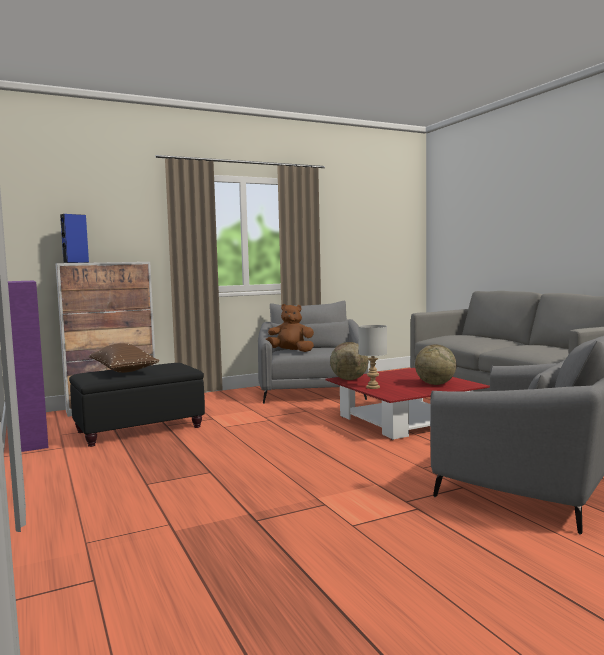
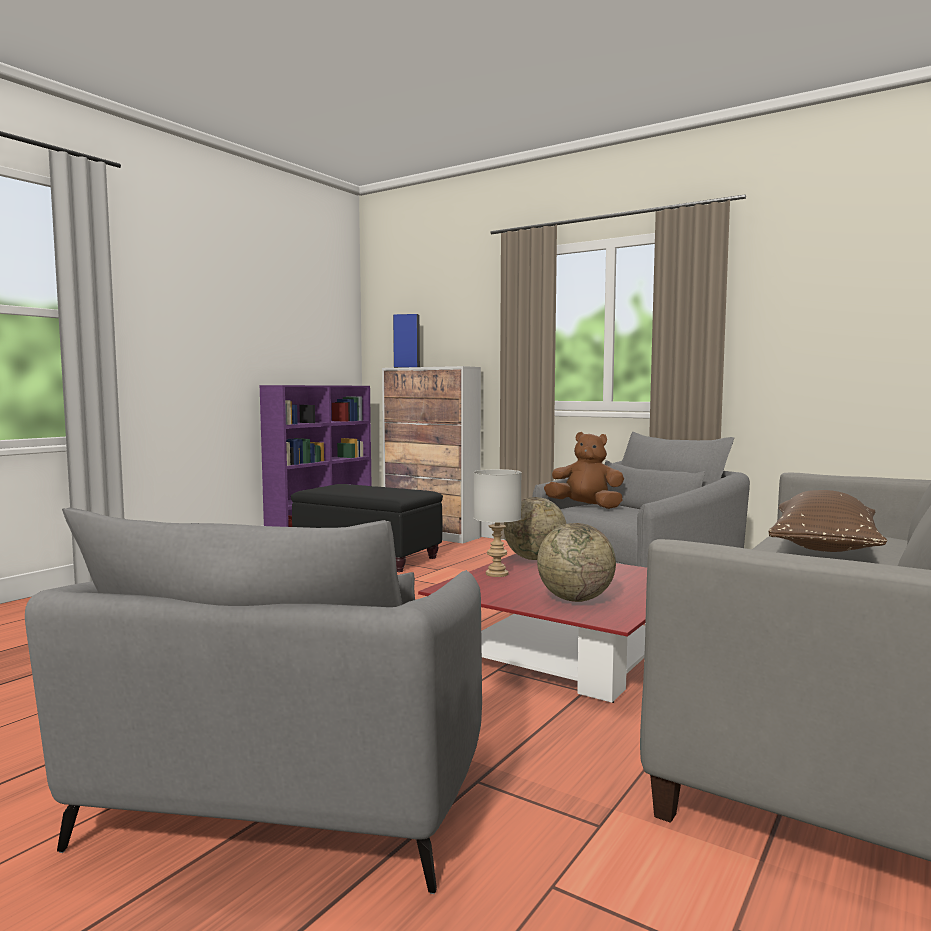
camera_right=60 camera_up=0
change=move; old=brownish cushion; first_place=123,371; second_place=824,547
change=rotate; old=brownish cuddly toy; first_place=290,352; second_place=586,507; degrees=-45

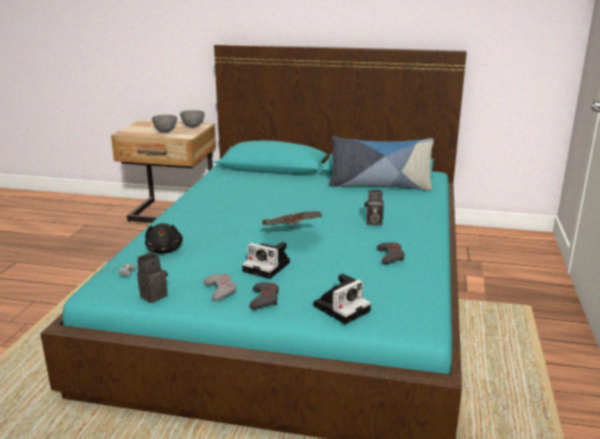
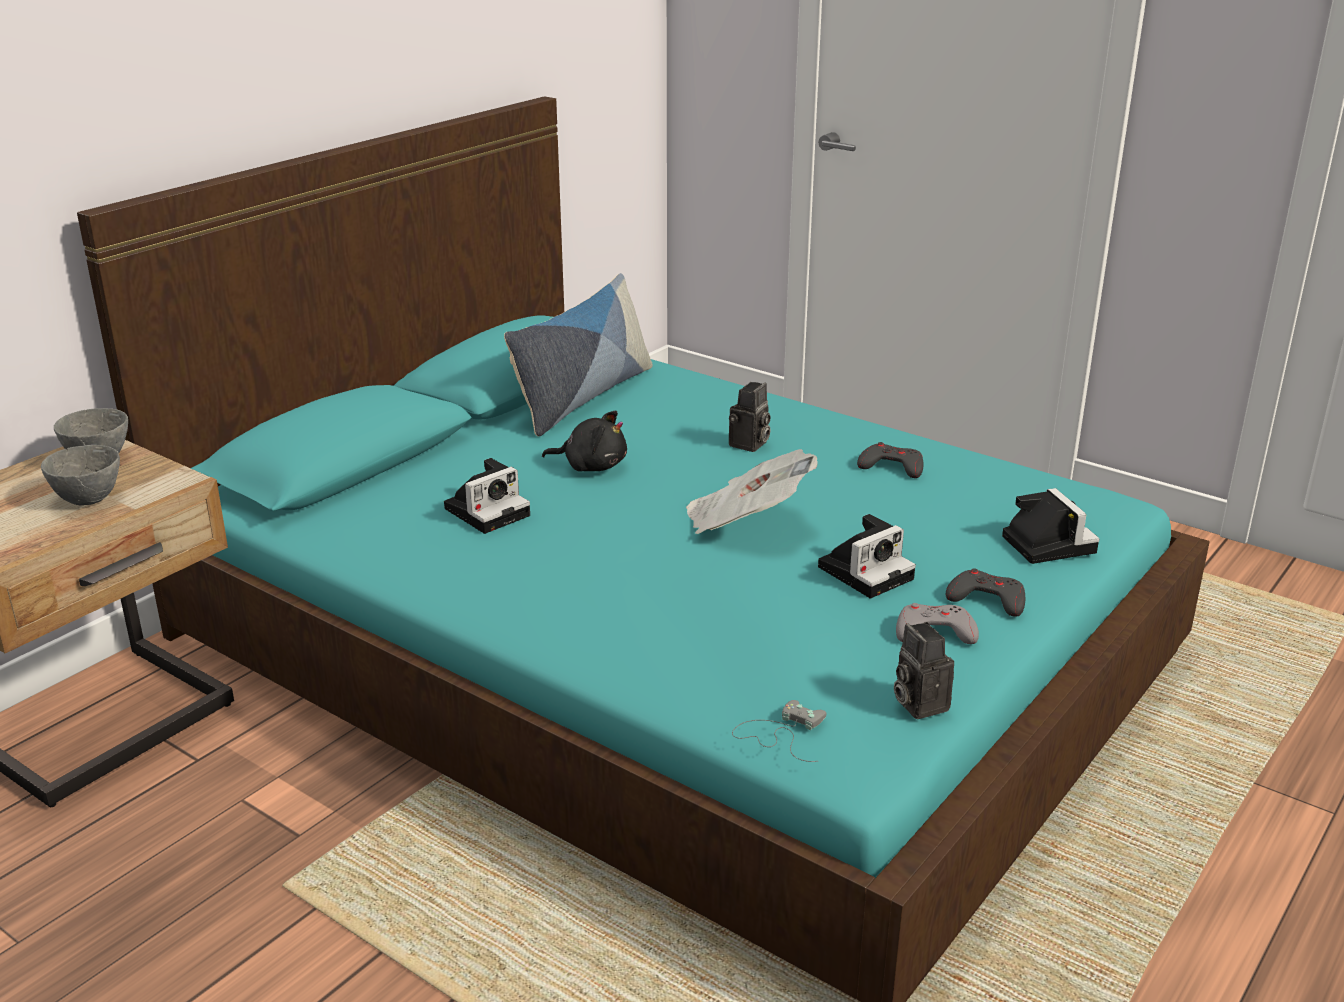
camera_right=-65 camera_up=5
change=insert; new=photo camera; second_place=489,510
change=move; old=black-coloured cuddly toy; first_place=165,250; second_place=591,466

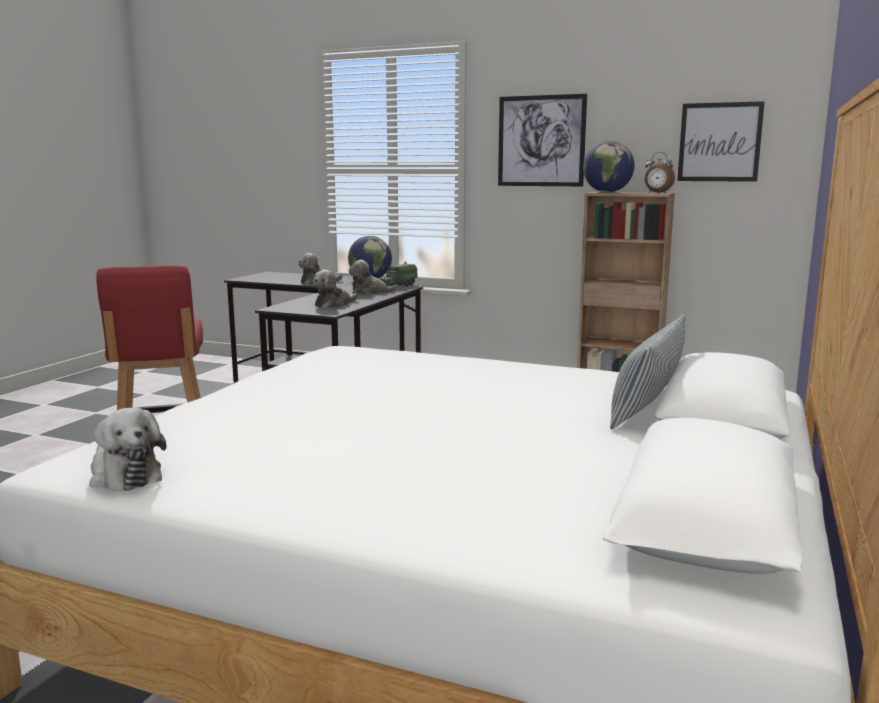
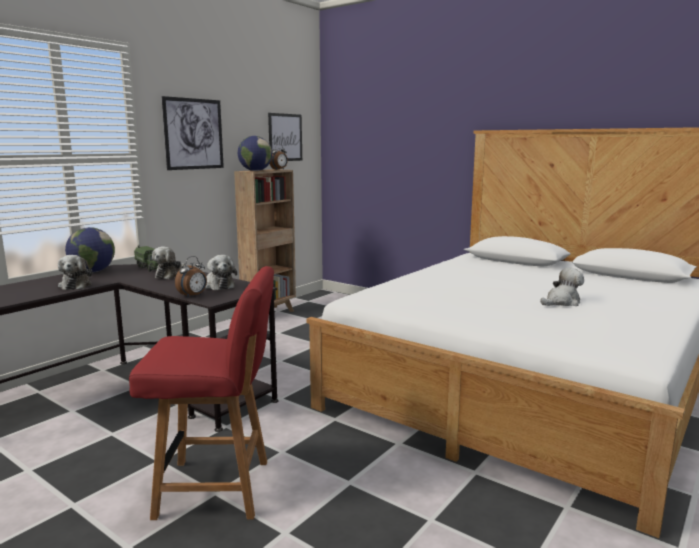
camera_right=-75 camera_up=0
change=delete; old=cushion; first_place=647,406
change=insert; new=bedside clock; second_place=193,296
change=move; old=cuddly toy; first_place=124,475; second_place=562,302

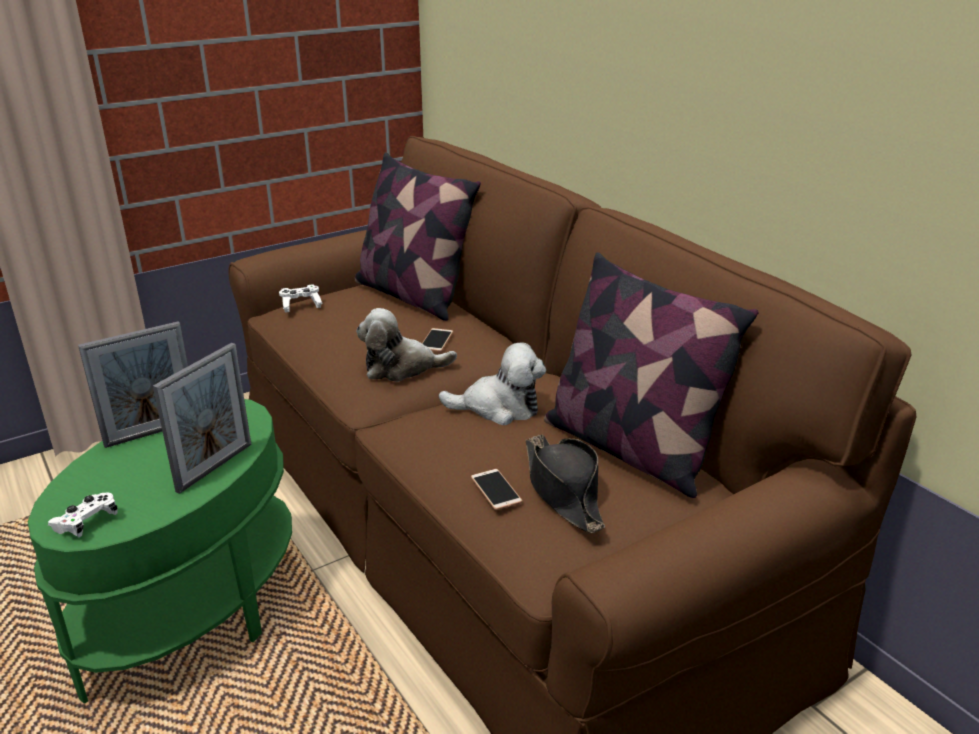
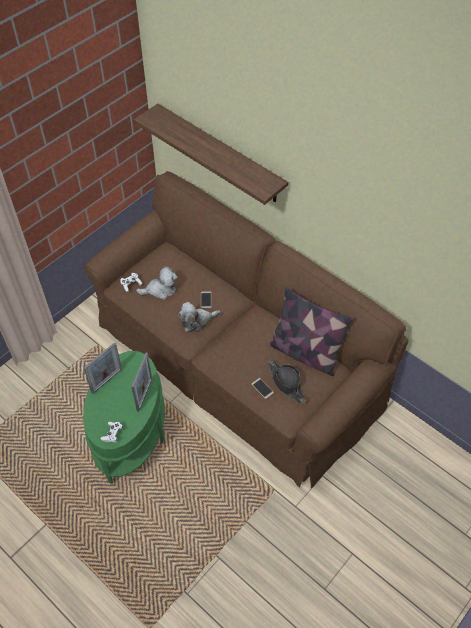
camera_right=-15 camera_up=25
change=delete; old=cushion; first_place=412,295
change=insert; new=wall shelf; second_place=220,154
change=move; old=cuddly toy; first_place=499,408; second_place=160,290

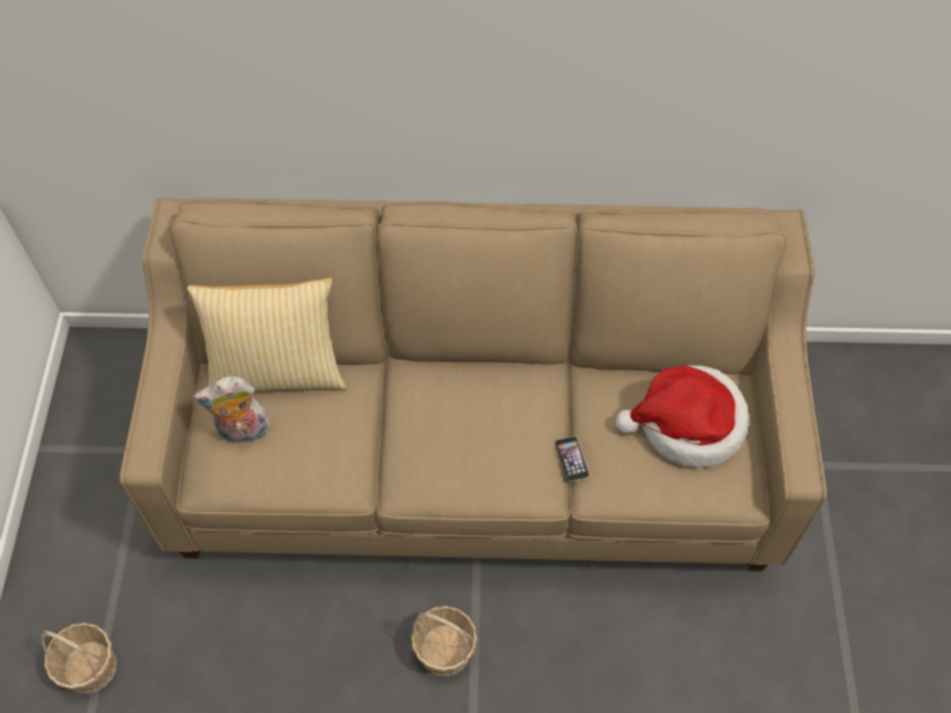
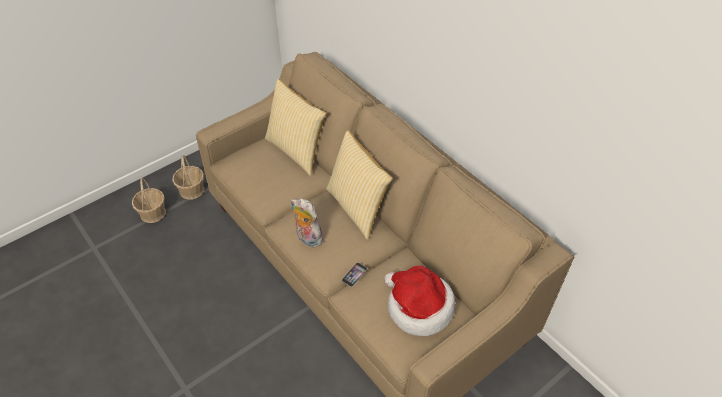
camera_right=50 camera_up=-10
change=insert; new=cushion; second_place=358,208
change=move; old=cuddly toy; first_place=242,432; second_place=307,238
change=move; old=basket; first_place=444,649; second_place=192,190

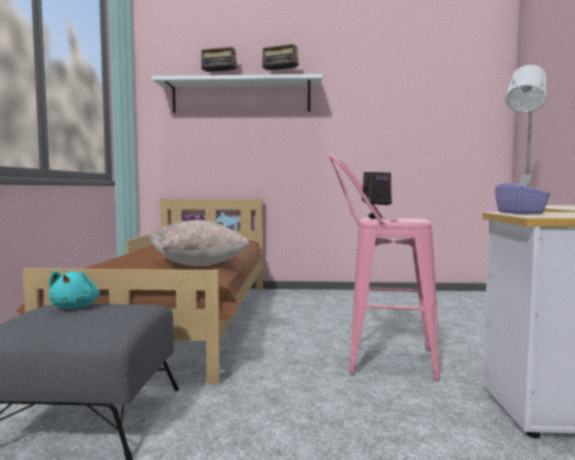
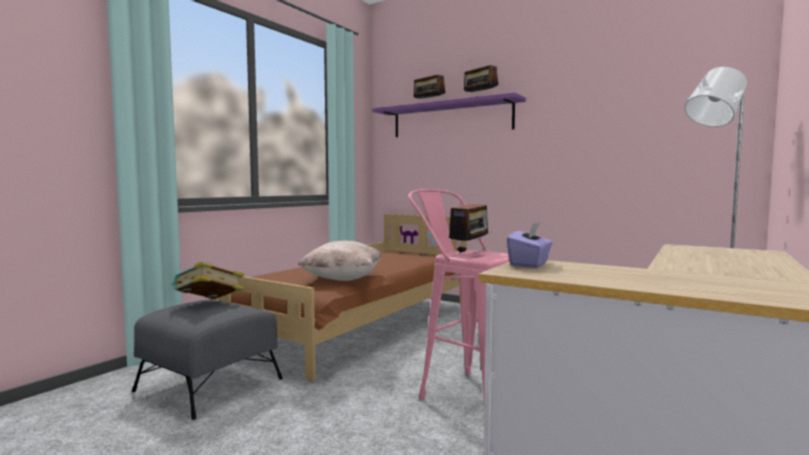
camera_right=30 camera_up=0
change=replace; old=turquoise cuddly toy; new=book; first_place=76,307; second_place=209,304
change=recolor; old=white-coloured wall shelf; new=purple-coloured wall shelf; first_place=241,97; second_place=451,119

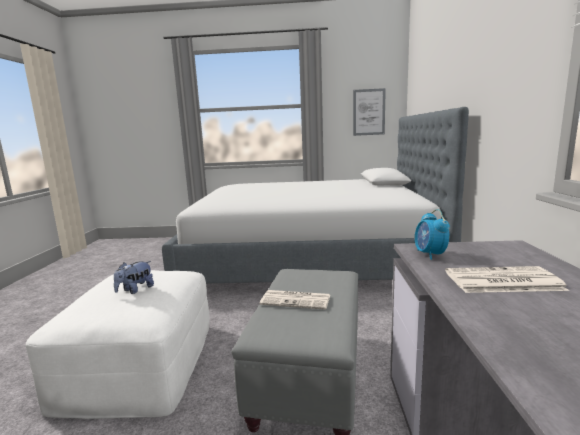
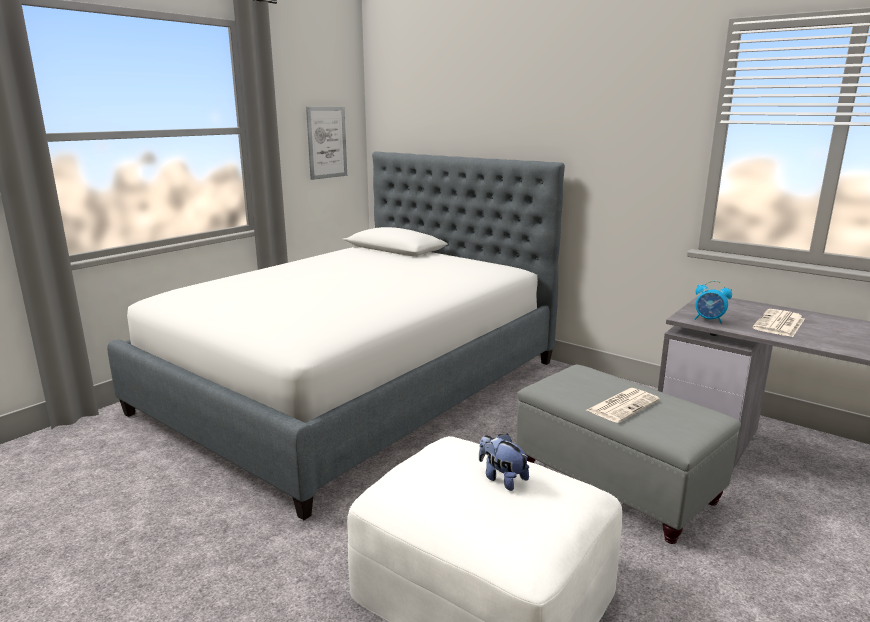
camera_right=-55 camera_up=5
change=rotate; old=cuddly toy; first_place=135,290; second_place=502,478; degrees=150

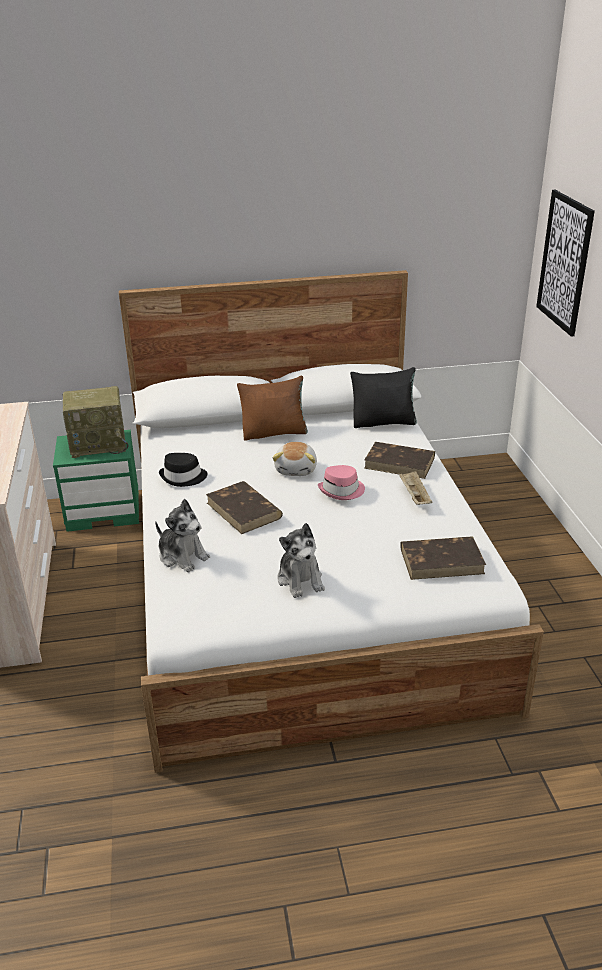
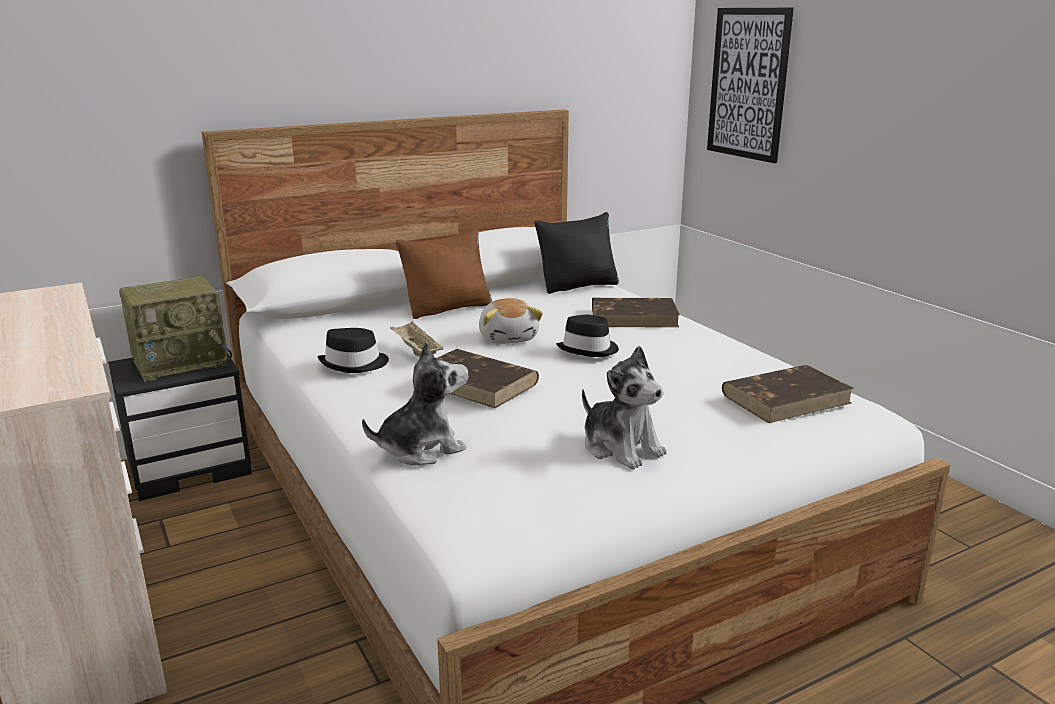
camera_right=-20 camera_up=-10
change=move; old=beige carrying tray; first_place=414,496; second_place=416,351
change=recolor; old=green-coloured bedside table; new=black-coloured bedside table; first_place=104,511; second_place=191,467
change=recolor; old=pink hat; new=black-coloured hat; first_place=342,490; second_place=589,349
change=rotate; old=cuddly toy; first_place=183,556; second_place=421,449; degrees=-45

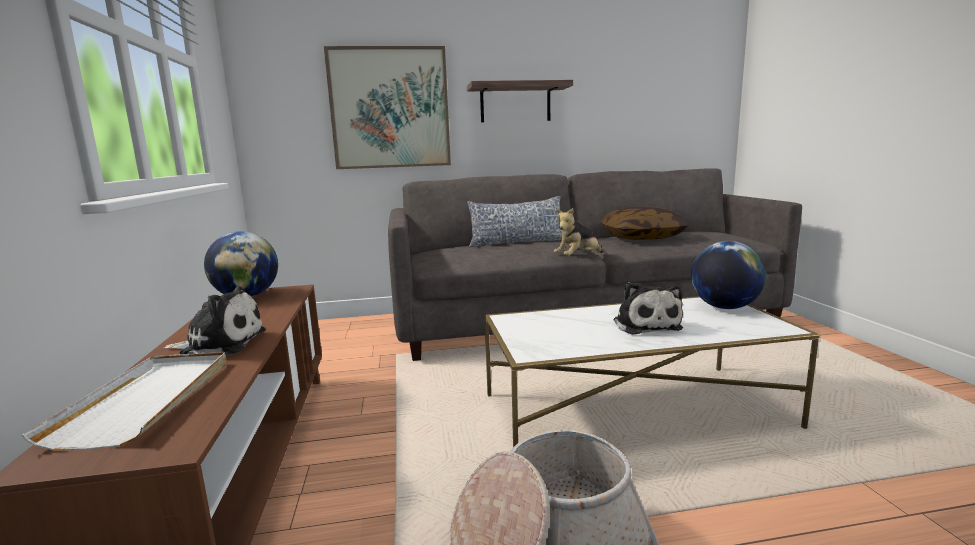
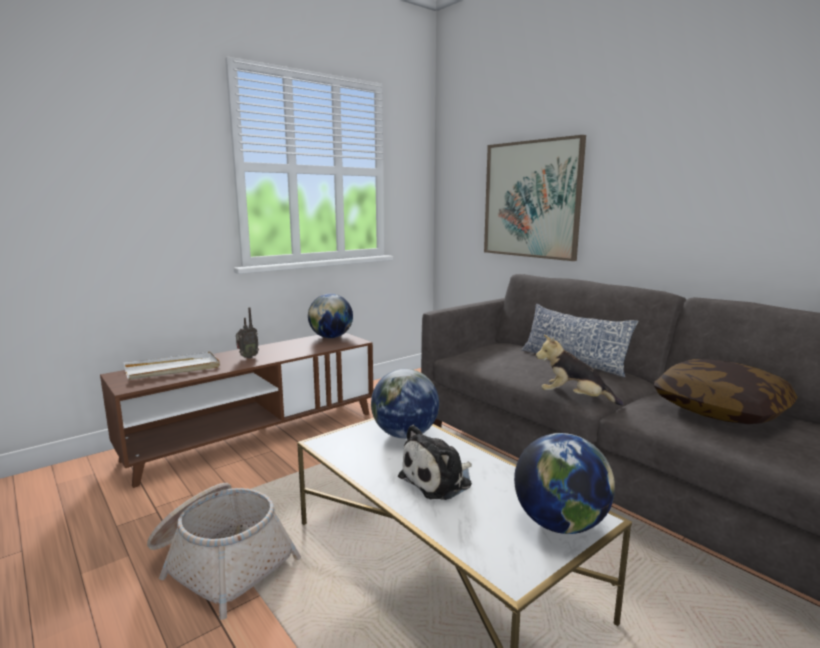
camera_right=60 camera_up=0
change=delete; old=wall shelf; first_place=515,103
change=insert; new=world globe; second_place=404,435
change=replace; old=cuddly toy; new=radio receiver; first_place=220,343; second_place=247,357

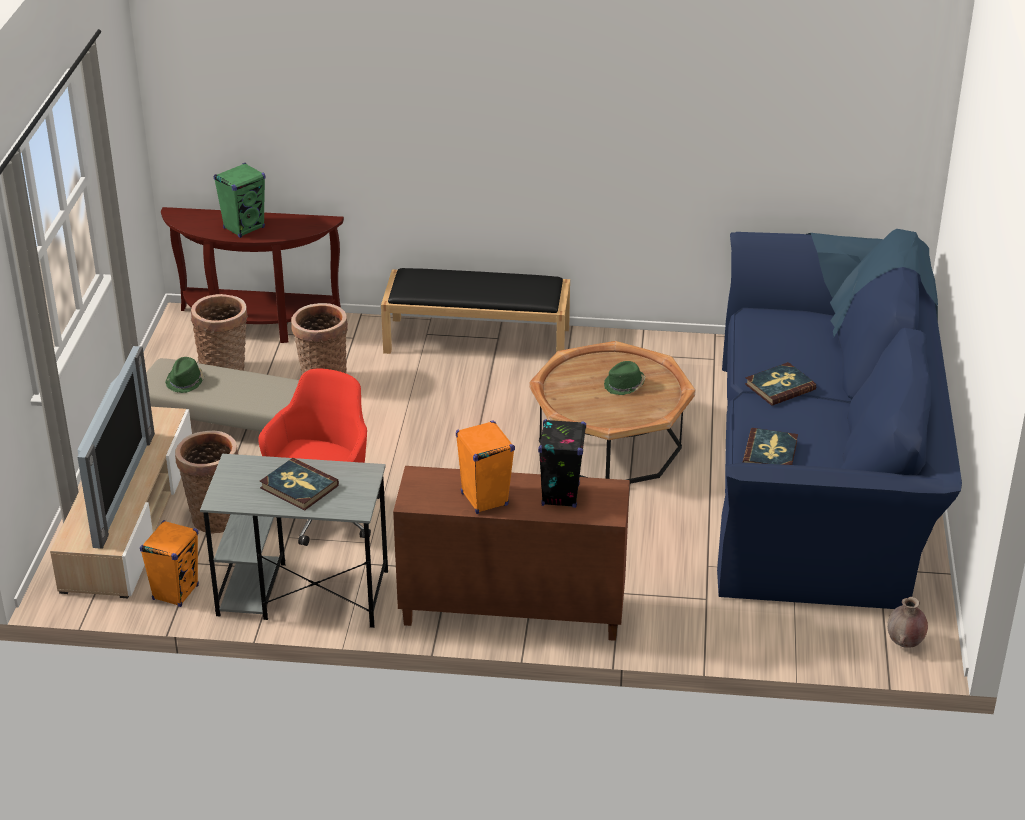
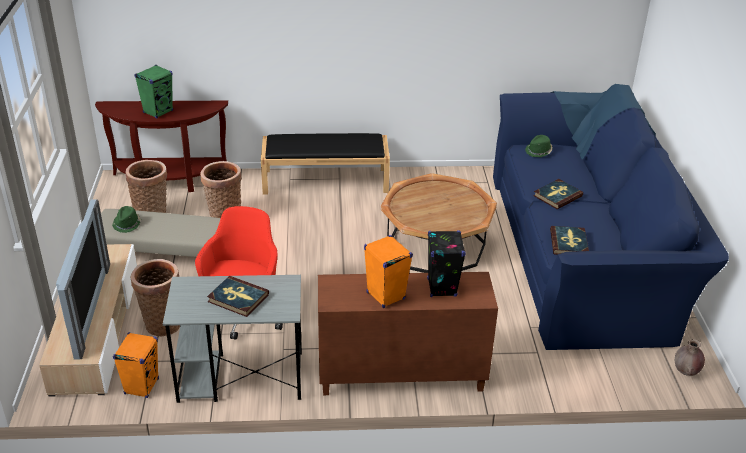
camera_right=-10 camera_up=0
change=move; old=green-coloured hat; first_place=624,385; second_place=539,151

